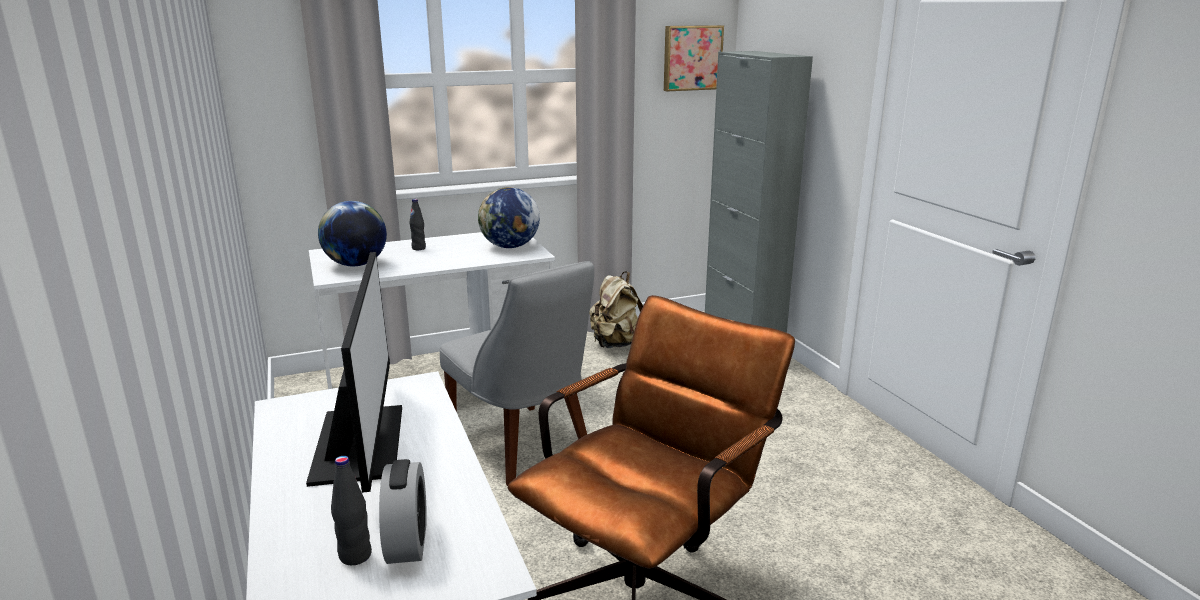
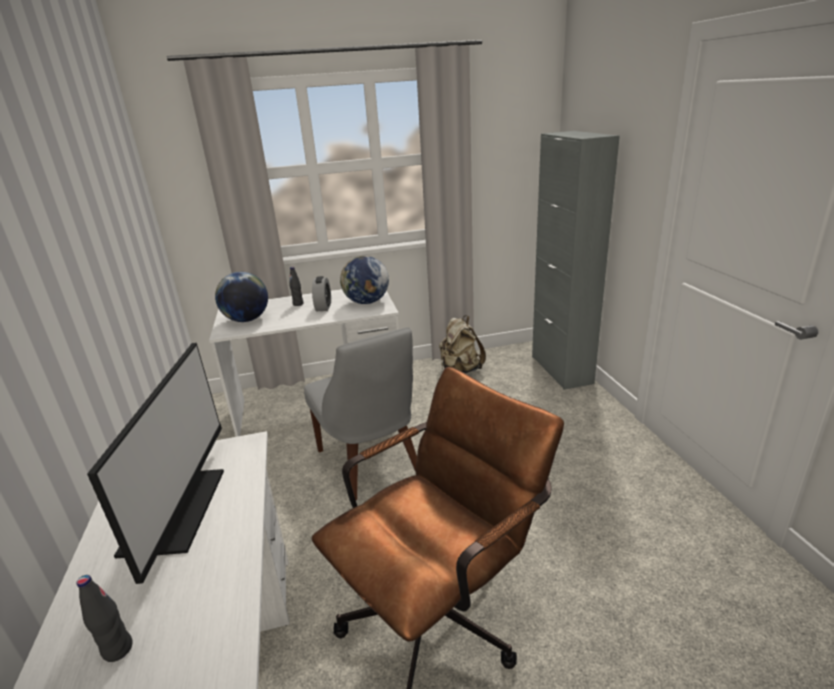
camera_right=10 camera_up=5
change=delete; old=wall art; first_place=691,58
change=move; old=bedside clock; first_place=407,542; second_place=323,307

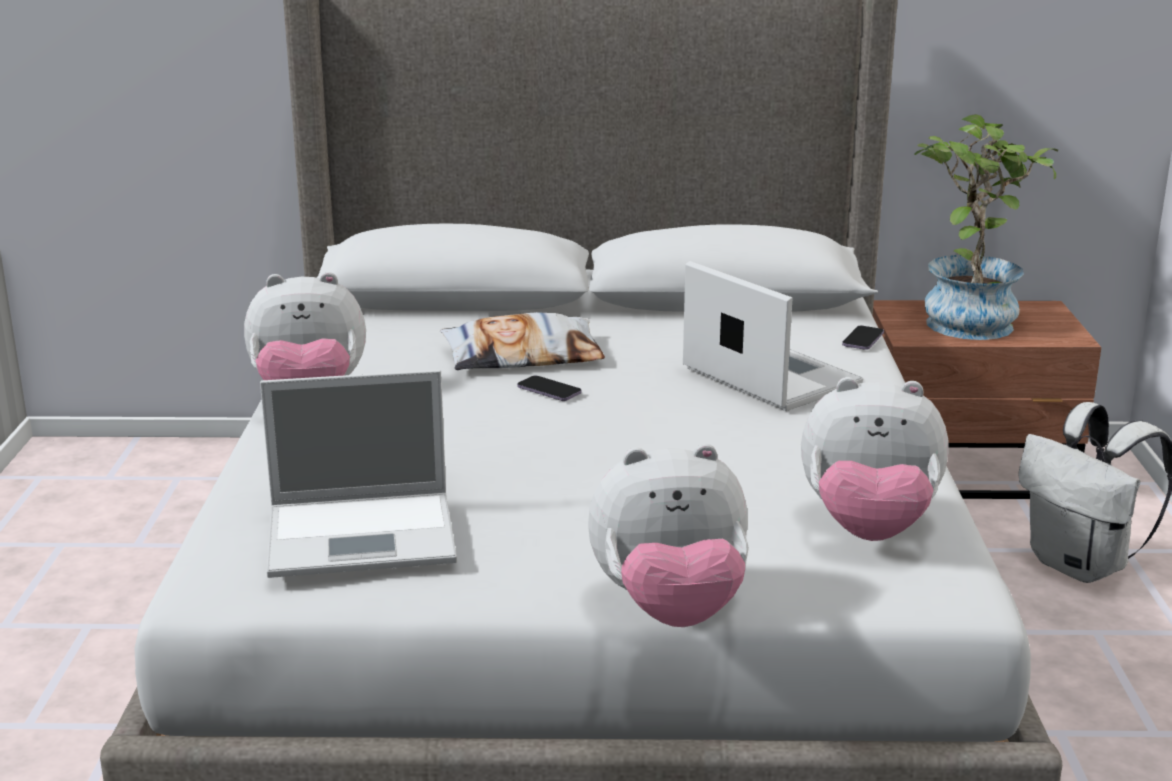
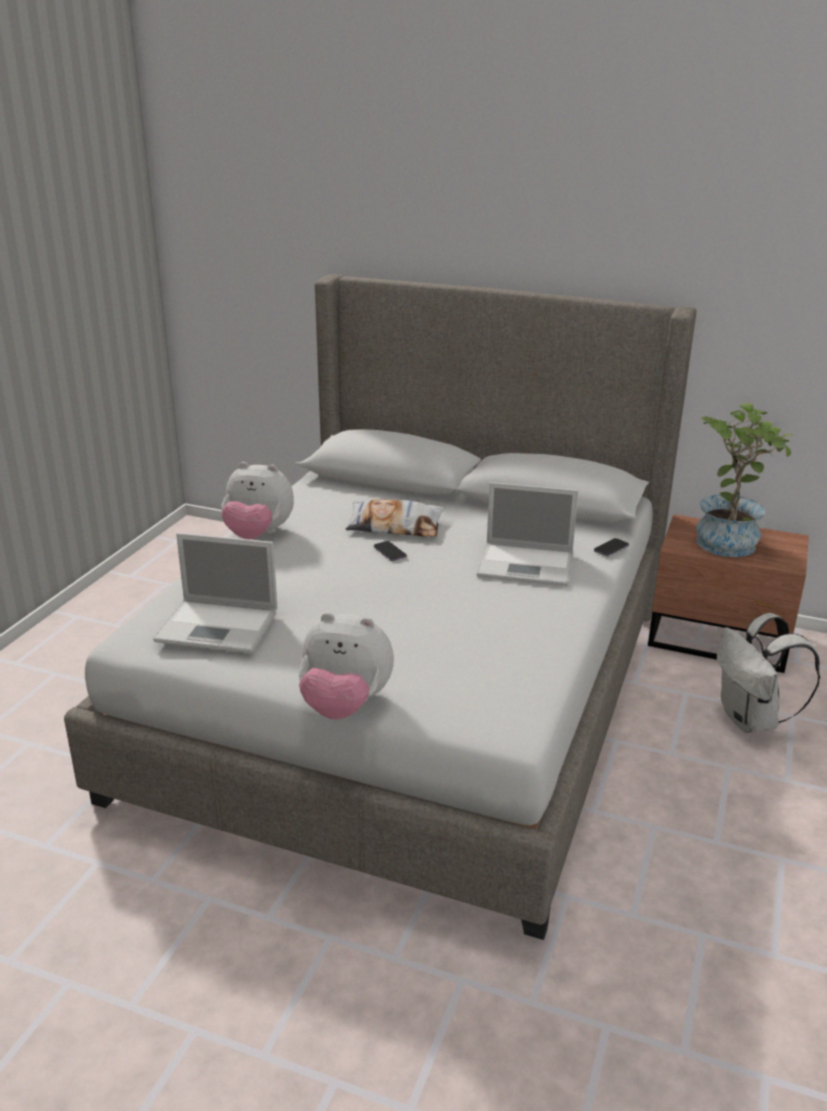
camera_right=20 camera_up=5
change=delete; old=cuddly toy; first_place=868,529
change=rotate; old=notebook computer; first_place=768,376; second_place=527,565; degrees=120

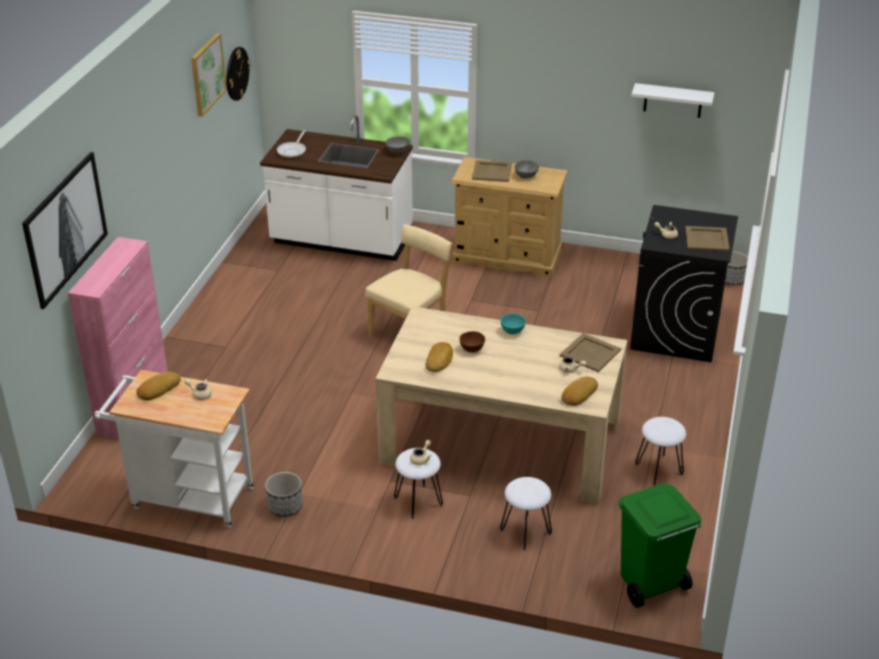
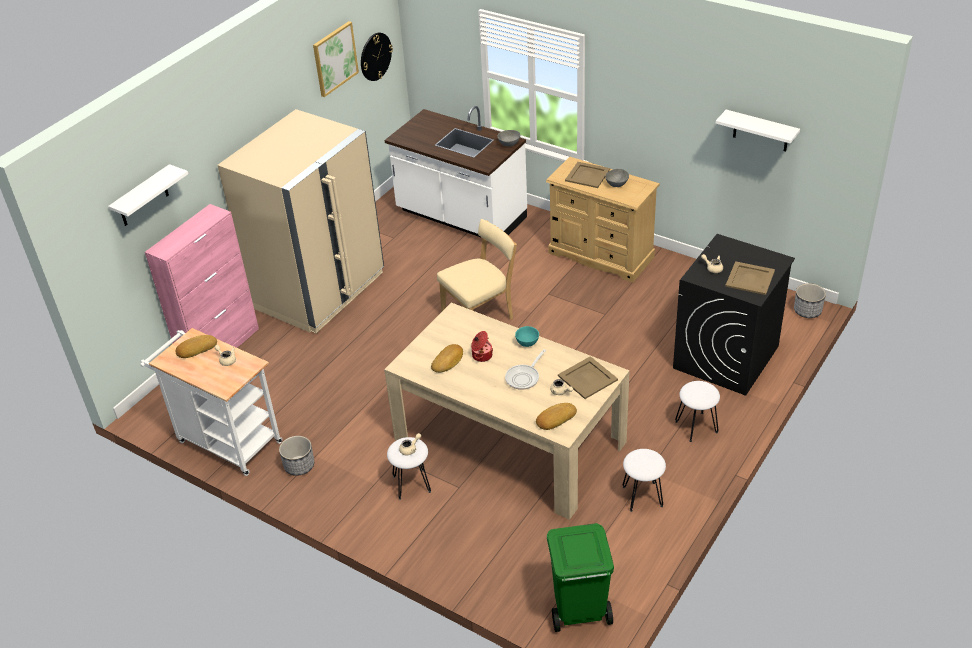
camera_right=20 camera_up=5
change=insert; new=beige refrigerator; second_place=320,290
change=move; old=skillet; first_place=293,151; second_place=524,377
change=move; old=white-coloured stool seat; first_place=525,532; second_place=696,427
change=replace; old=wall art; new=white-coloured wall shelf; first_place=64,228; second_place=143,197
change=replace; old=brownish deep dish; new=saucepot; first_place=471,349; second_place=481,355

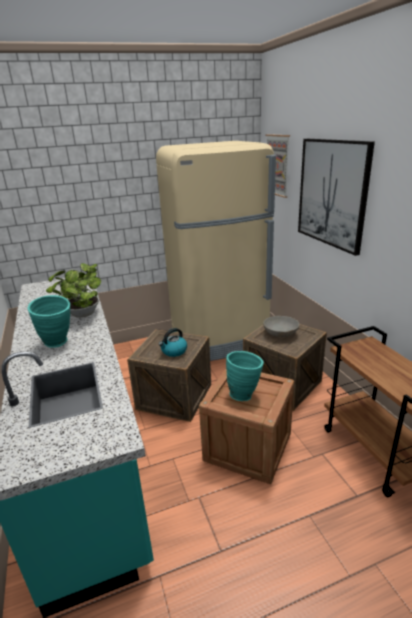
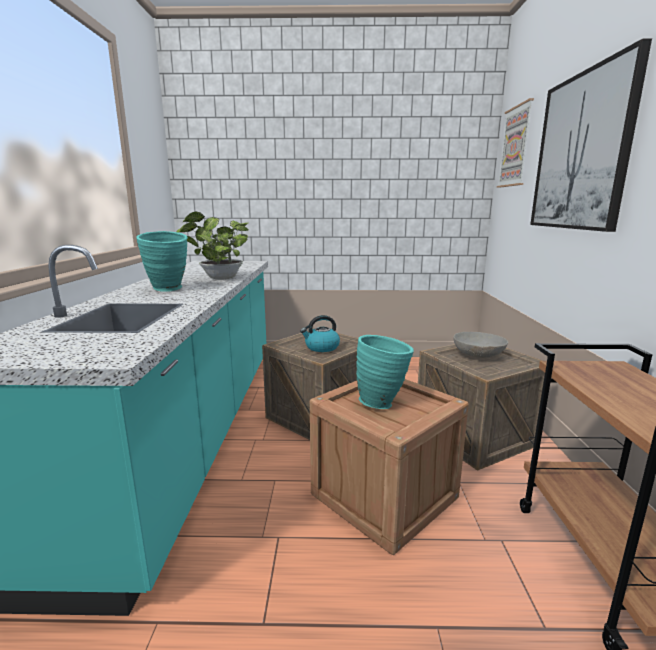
camera_right=20 camera_up=-10
change=delete; old=beige refrigerator; first_place=221,339

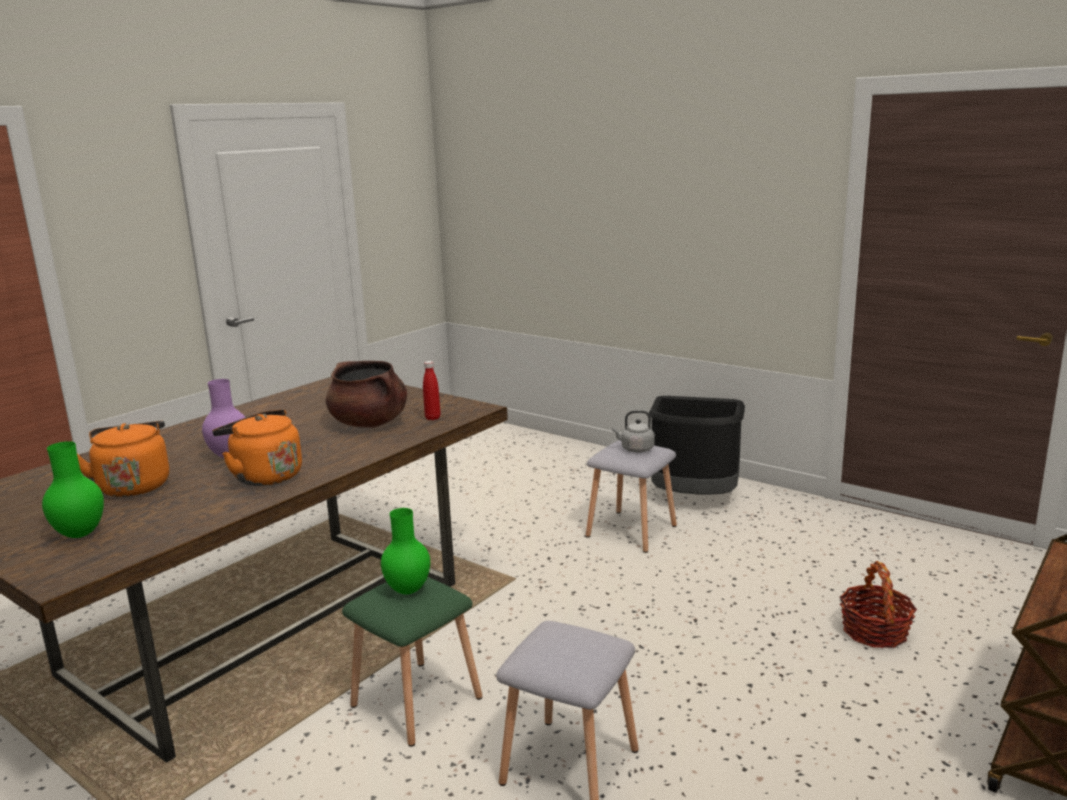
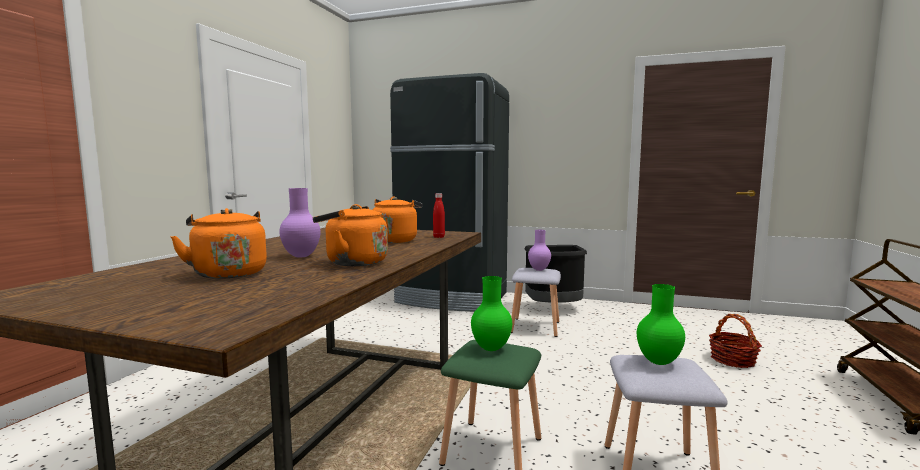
camera_right=-20 camera_up=-10
change=insert; new=black-coloured refrigerator; second_place=452,298
change=move; old=green-coloured vase; first_place=78,535; second_place=658,362
change=replace; old=brownish saucepot; new=orangey water kettle; first_place=369,423; second_place=395,240
change=replace; old=gray water kettle; new=purple-coloured vase; first_place=635,449; second_place=539,270

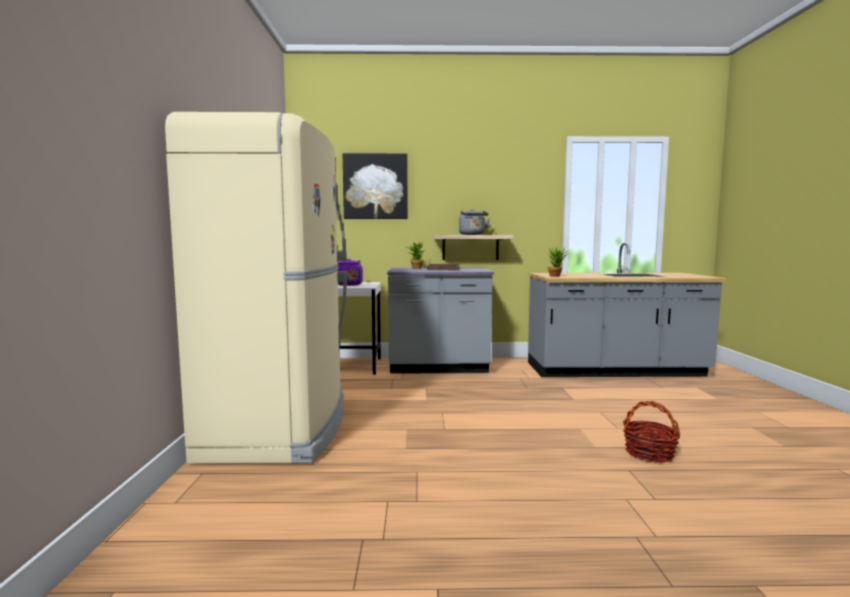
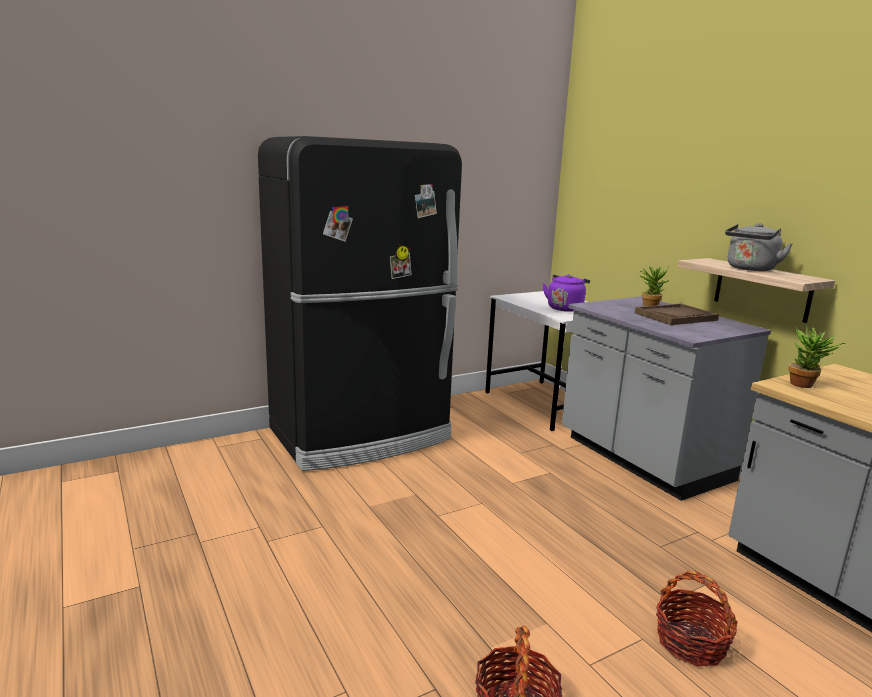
camera_right=60 camera_up=10
change=delete; old=wall art; first_place=375,186
change=insert; new=basket; second_place=691,643
change=recolor; old=beige refrigerator; new=black-coloured refrigerator; first_place=281,427; second_place=362,435

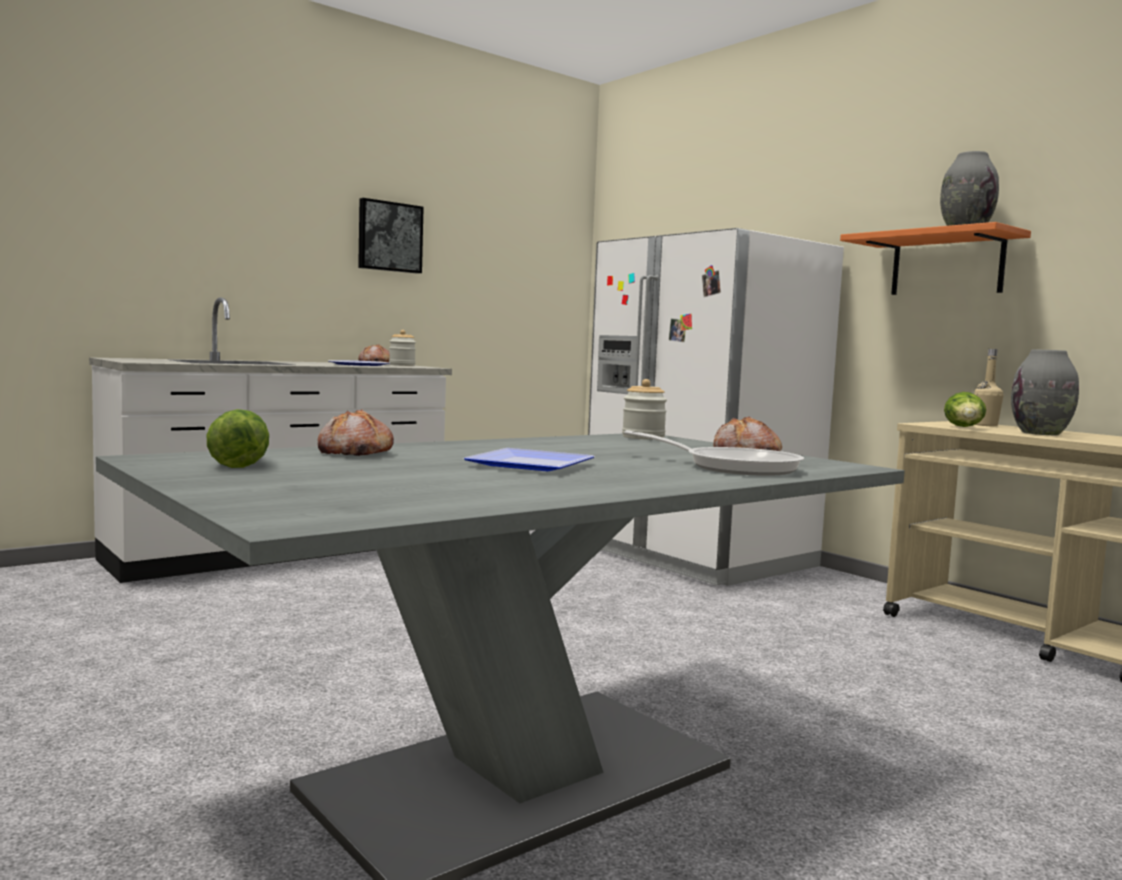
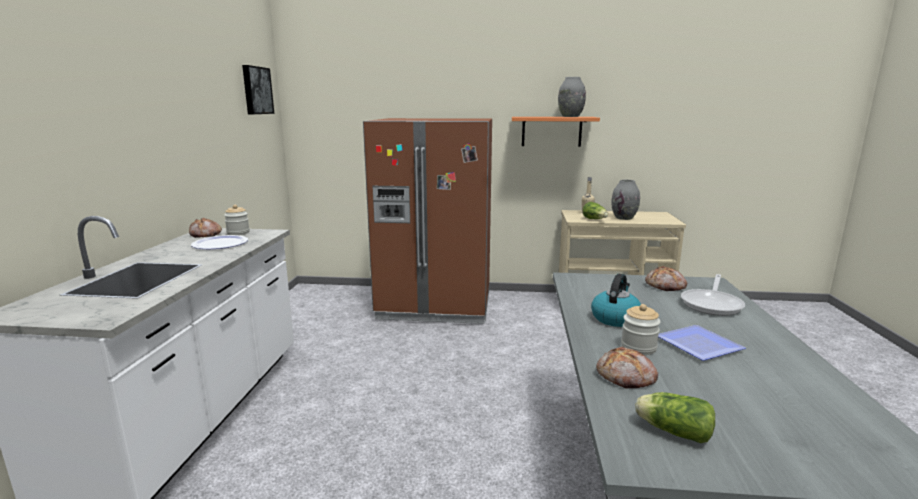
camera_right=-45 camera_up=10
change=insert; new=water kettle; second_place=615,318
change=move; old=wall art; first_place=389,237; second_place=256,90
change=move; old=preserve jar; first_place=643,437; second_place=638,347
change=recolor; old=white-coloured refrigerator; new=brownish refrigerator; first_place=698,557; second_place=435,305
change=rotate; old=skillet; first_place=732,467; second_place=712,304; degrees=135

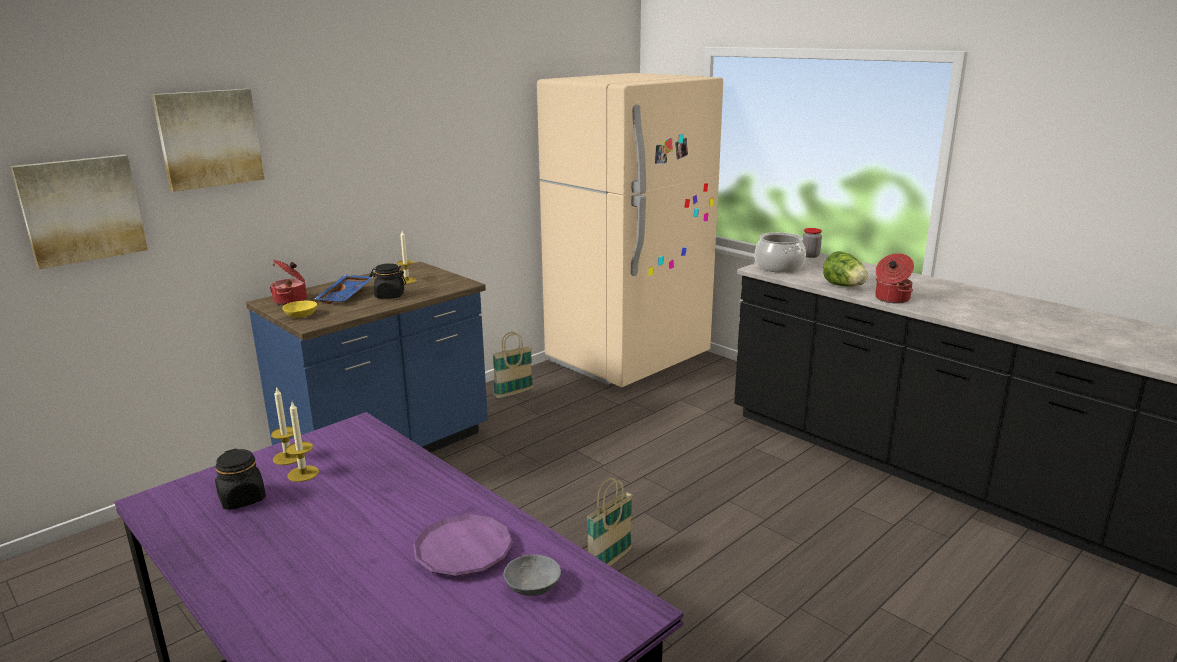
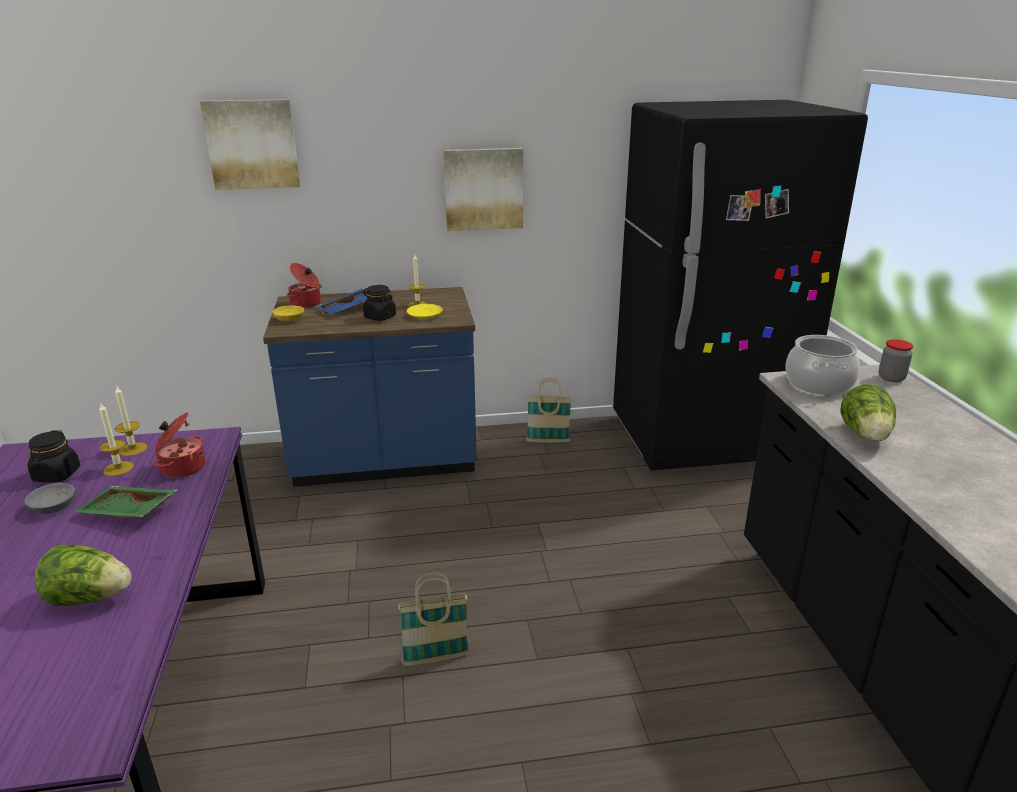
camera_right=35 camera_up=5
change=insert; new=green-coloured carrying tray; second_place=127,512
change=insert; new=yellowish plate; second_place=425,315
change=move; old=wall art; first_place=81,210; second_place=483,189
change=move; old=gray deep dish; first_place=532,587; second_place=51,507
change=move; old=saucepot; first_place=891,299; second_place=182,467
change=replace; old=purple-coloured plate; new=lettuce; first_place=463,551; second_place=90,598
change=recolor; old=beige refrigerator; new=black-coloured refrigerator; first_place=628,359; second_place=702,439

